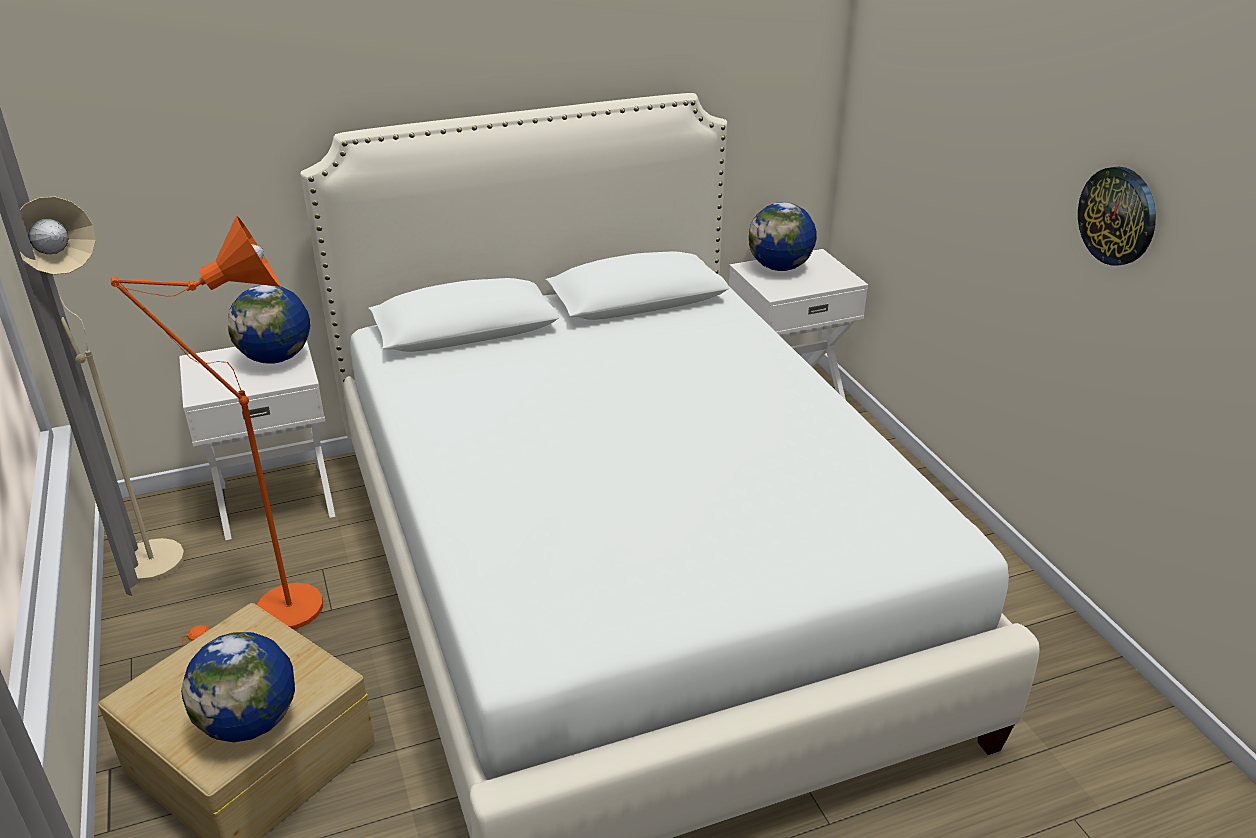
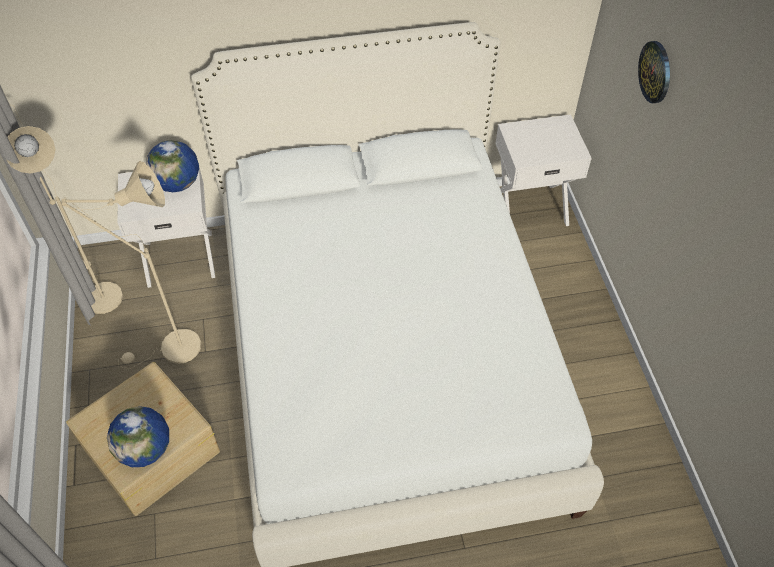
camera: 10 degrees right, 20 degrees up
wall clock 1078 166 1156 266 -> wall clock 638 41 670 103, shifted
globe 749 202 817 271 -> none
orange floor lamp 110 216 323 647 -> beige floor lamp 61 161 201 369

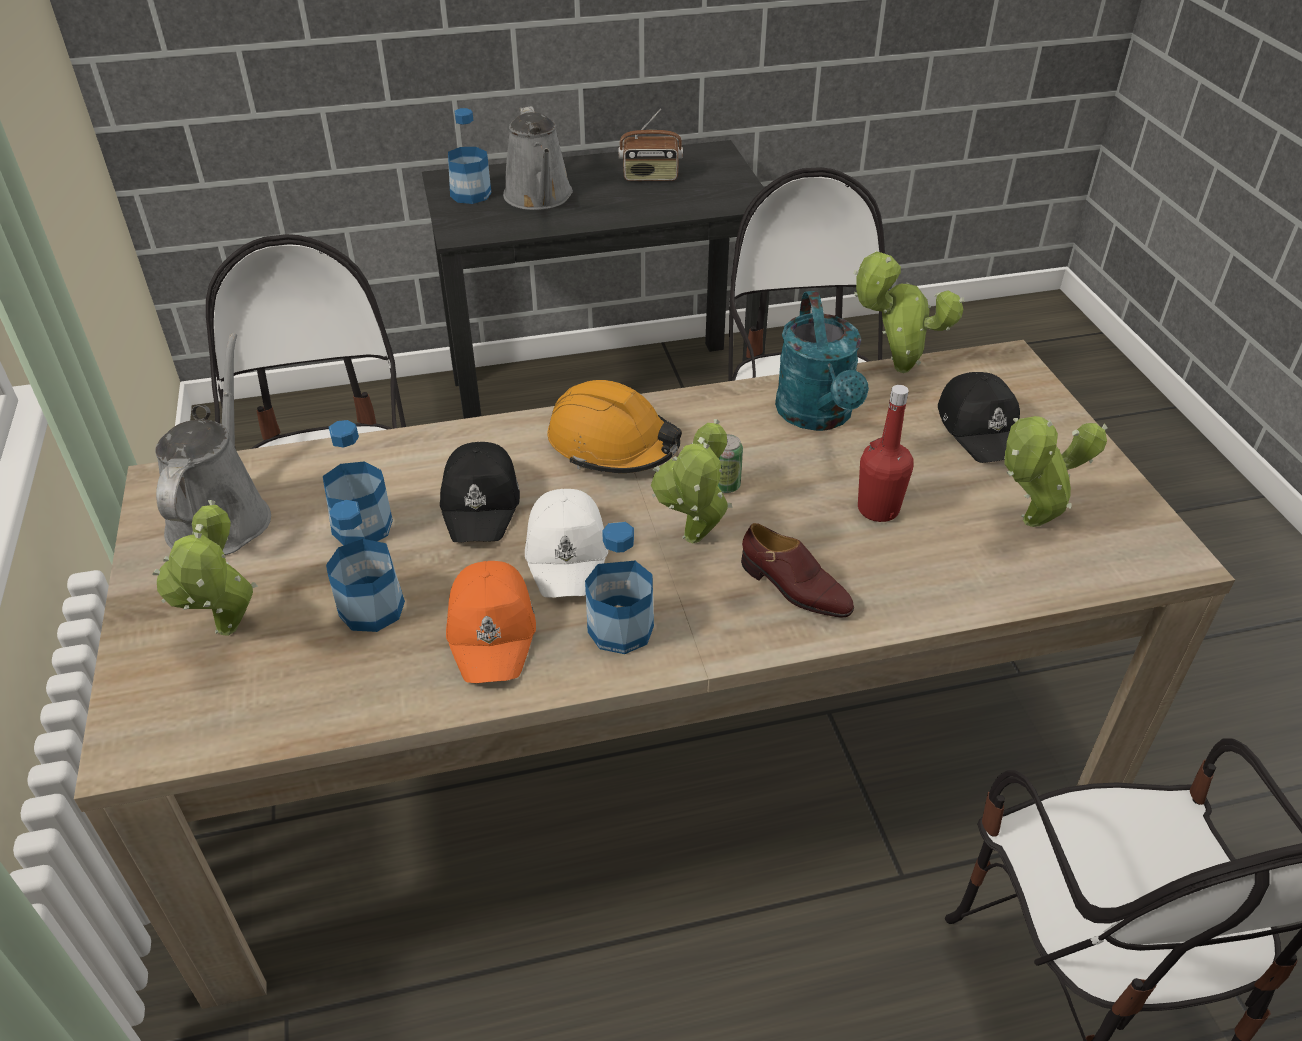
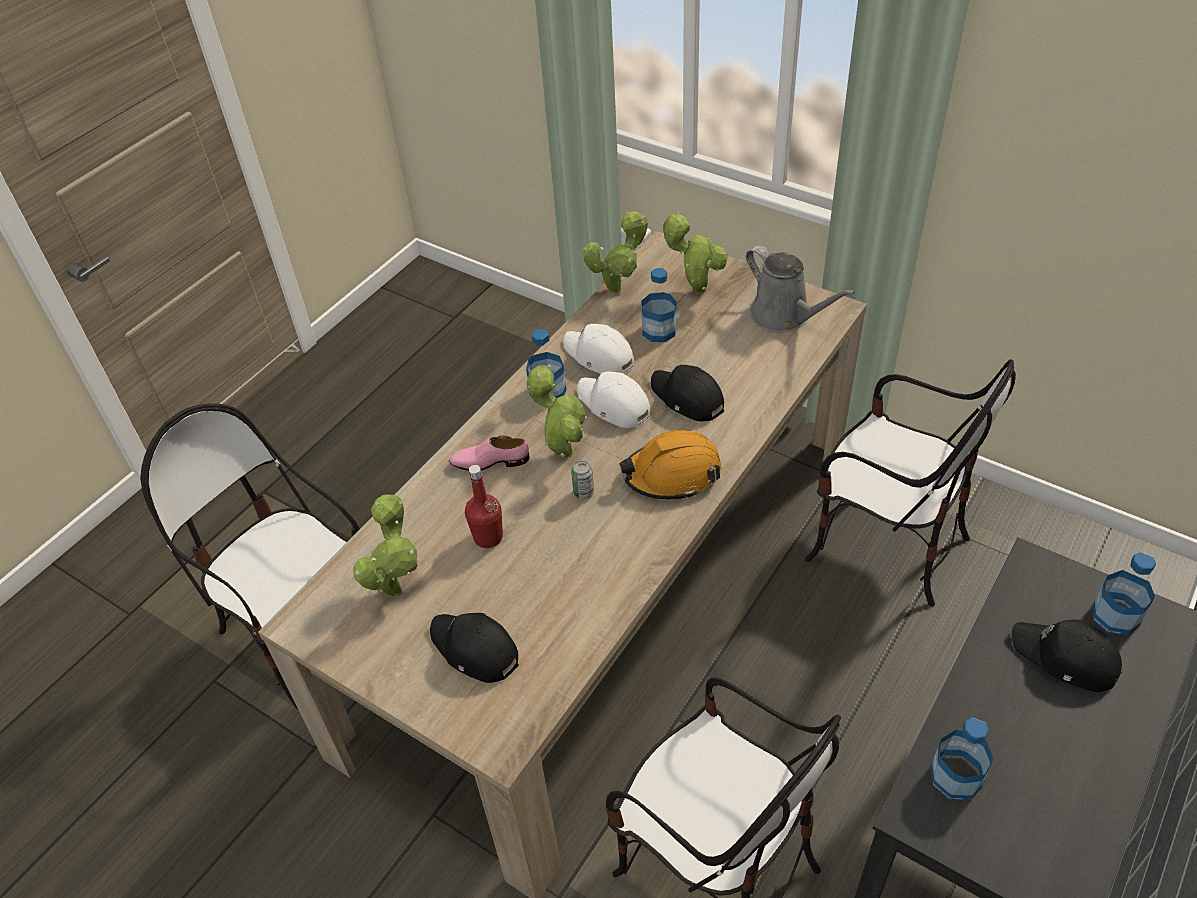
camera: 140 degrees right, 5 degrees up
grey watering can 503 106 573 210 -> black cap 1012 619 1122 692
radio 619 108 683 181 -> none
potted plant 853 251 964 373 -> potted plant 583 212 648 296, shifted
turquoise watering can 775 291 869 431 -> none
bottle 323 420 393 545 -> bottle 930 717 993 800, shifted
brown shoe 741 523 854 617 -> pink shoe 449 435 530 471
orange cap 446 561 536 683 -> white cap 564 324 634 374

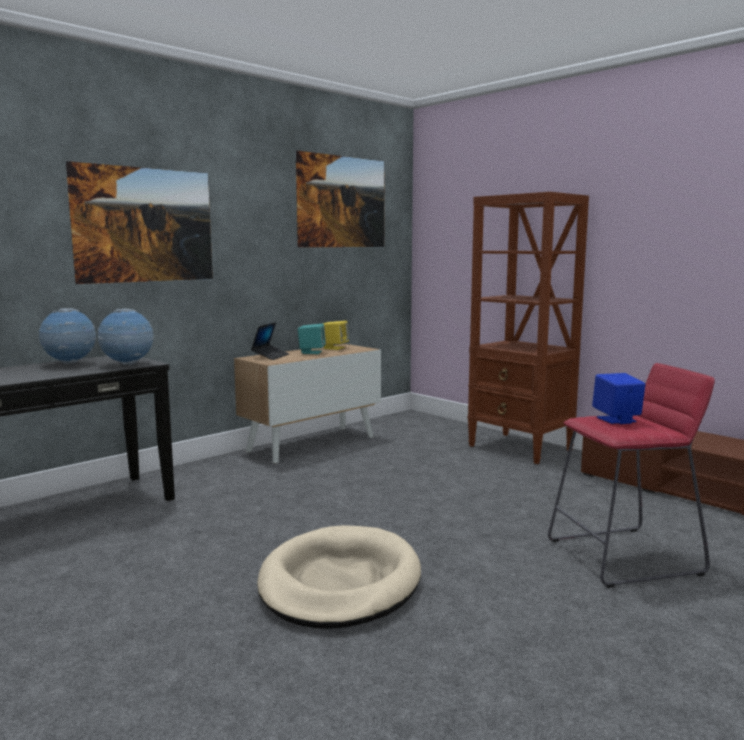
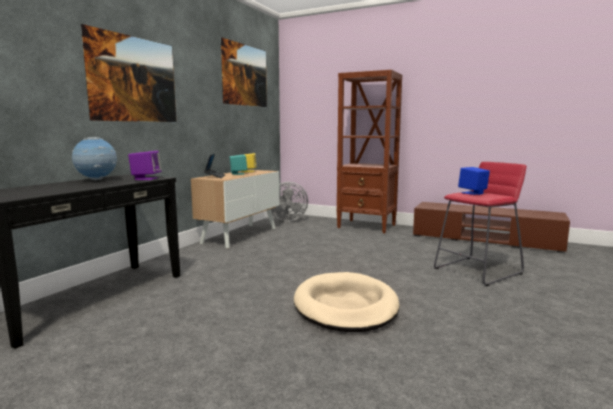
camera: 20 degrees left, 0 degrees up
globe 97 309 153 365 -> purple speaker 128 151 162 180
none -> grey fan 271 182 308 222

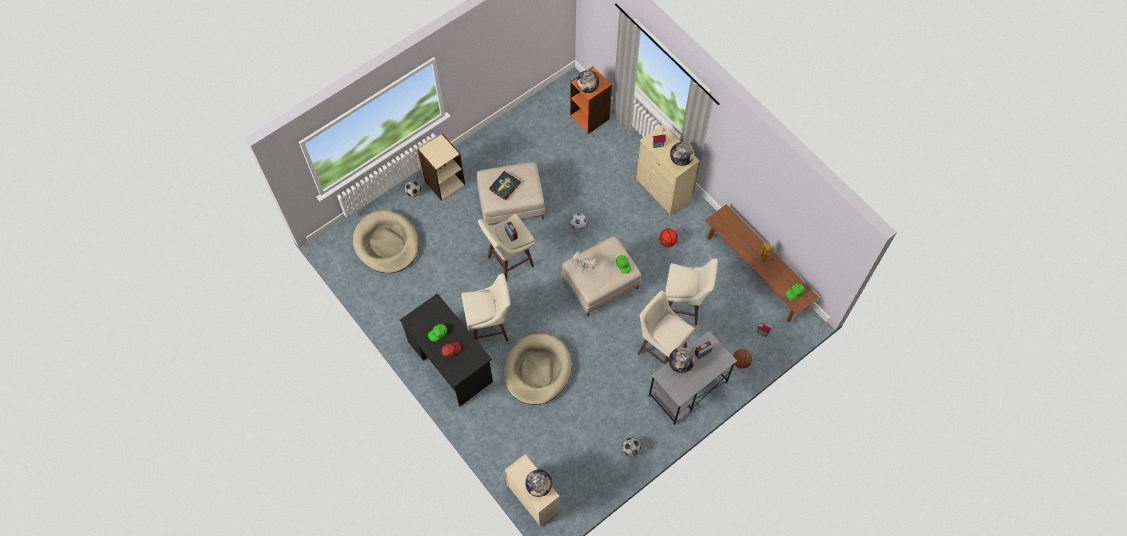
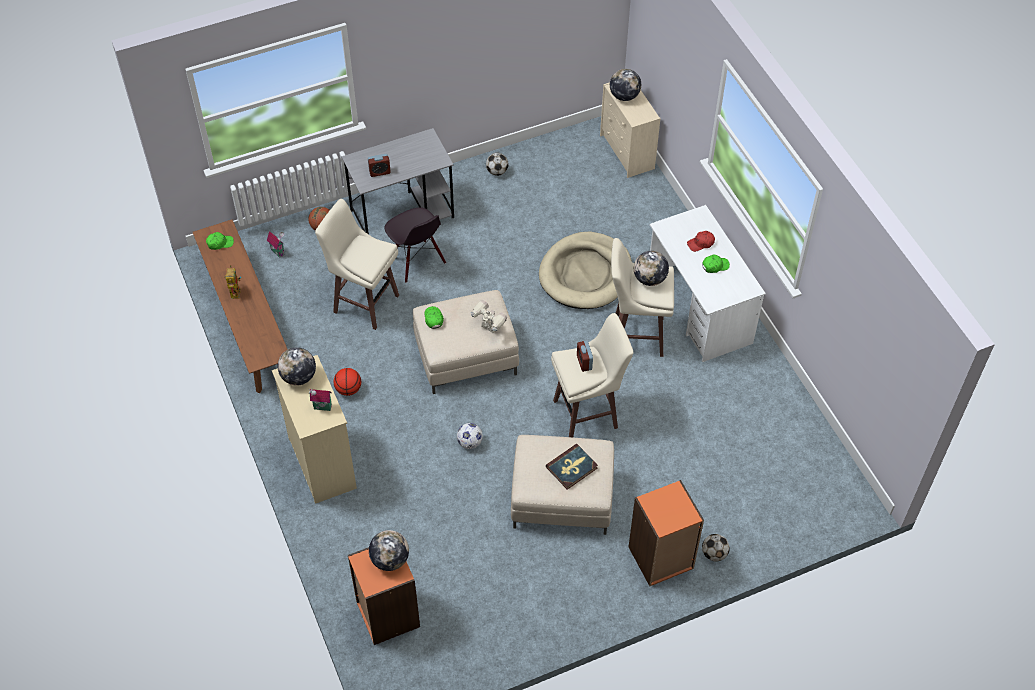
camera: 165 degrees left, 10 degrees down
beige bookcase 418 134 465 201 -> orange bookcase 629 480 704 586
beige dog bed 353 210 419 273 -> none
beige stool 638 290 695 365 -> black chair 385 207 446 283
black desk 400 293 493 406 -> white desk 650 205 766 362
globe 669 347 695 373 -> globe 634 251 669 286, shifted

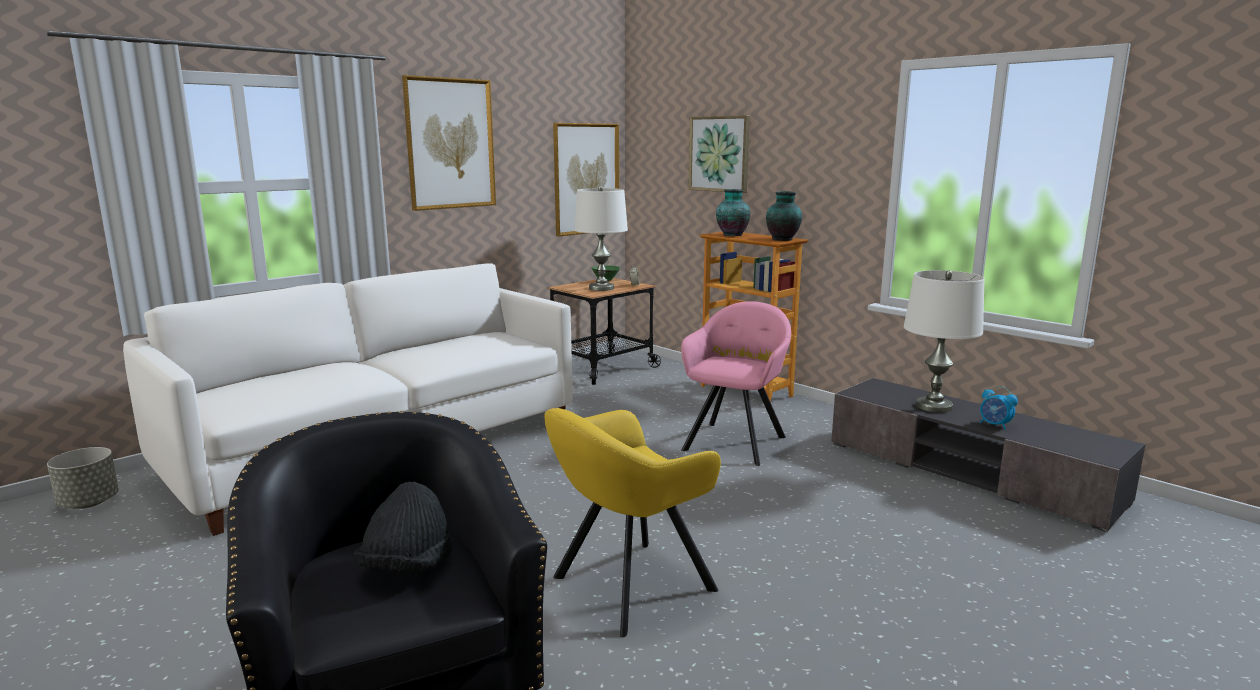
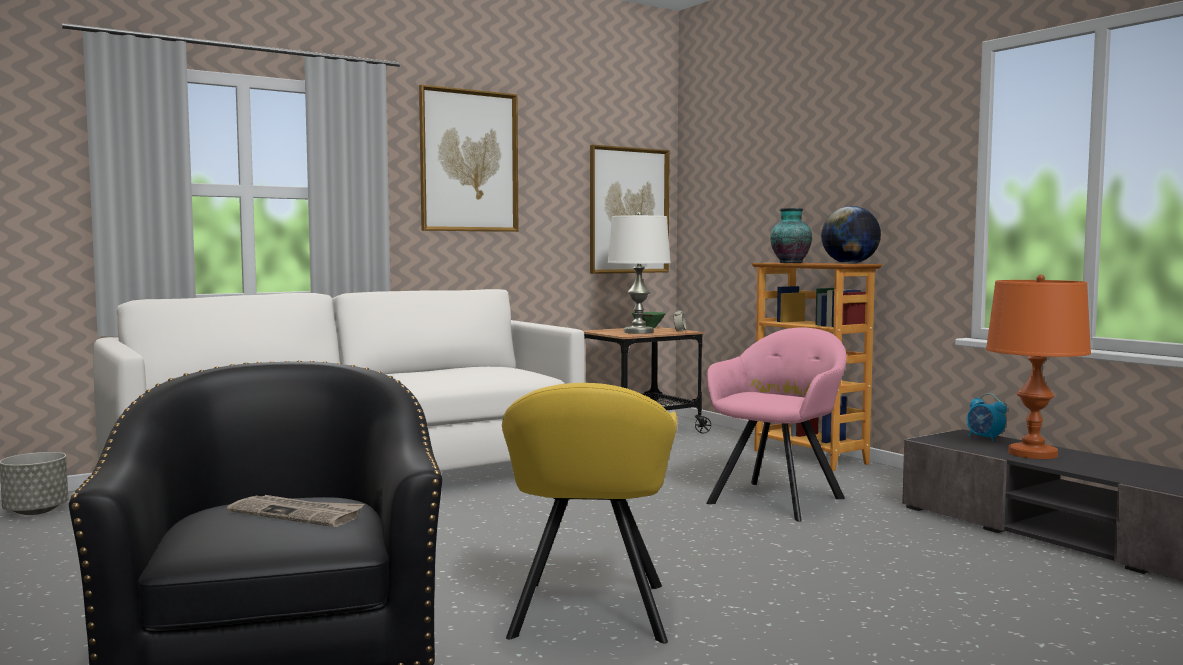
camera: 10 degrees right, 10 degrees down
picture 688 115 750 193 -> none
vase 766 191 802 241 -> globe 821 206 881 264
white table lamp 904 270 985 413 -> orange table lamp 986 275 1091 459
alarm clock 980 386 1018 430 -> alarm clock 967 393 1007 442, shifted
yellow armchair 544 408 721 637 -> yellow armchair 502 383 677 644, 60 degrees counterclockwise
black hat 353 482 452 572 -> newspaper 227 495 365 527

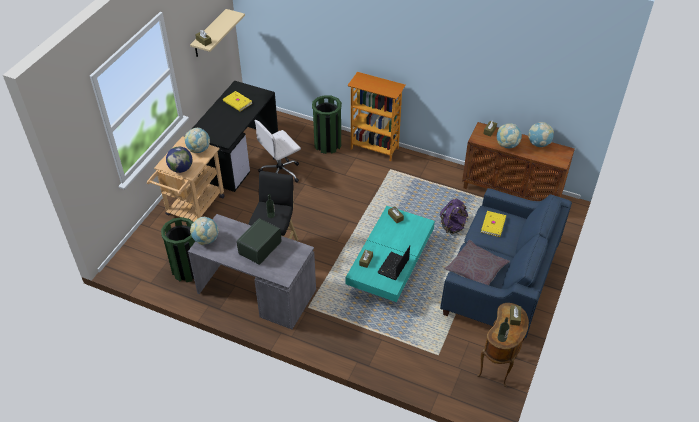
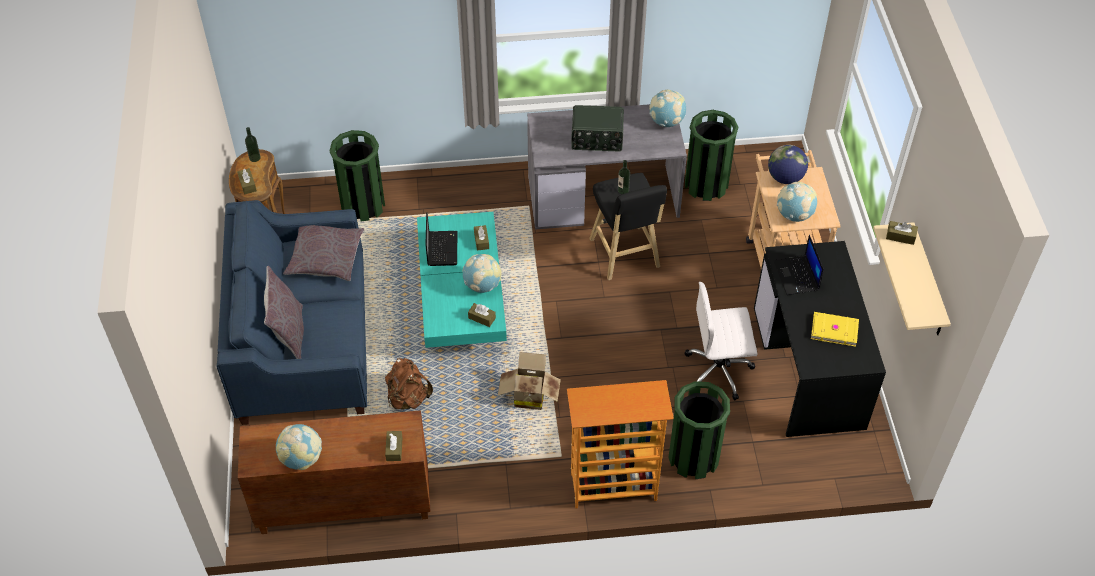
camera: 150 degrees right, 5 degrees up
white office chair 254 120 301 183 -> white office chair 684 282 758 400, 120 degrees counterclockwise
globe 497 123 522 148 -> globe 463 254 502 293, shifted
purple backpack 440 199 468 235 -> brown backpack 385 358 433 410
yellow book 481 211 506 237 -> none
radio 237 218 282 265 -> radio 571 105 624 152, 90 degrees clockwise
none -> green trash can 330 130 385 221
none -> laptop 774 235 824 295
none -> grey pillow 264 266 304 359
none -> cardboard box 498 352 561 410

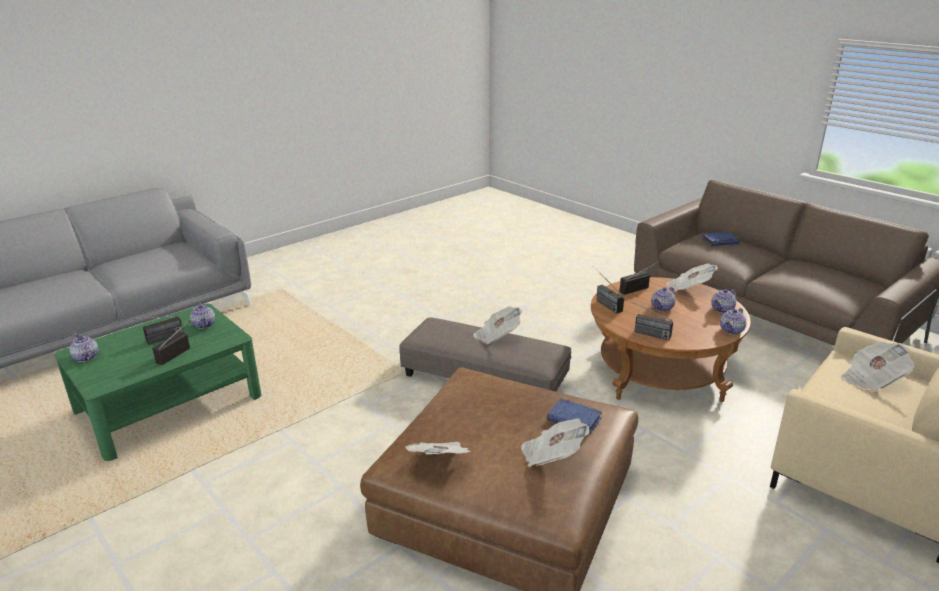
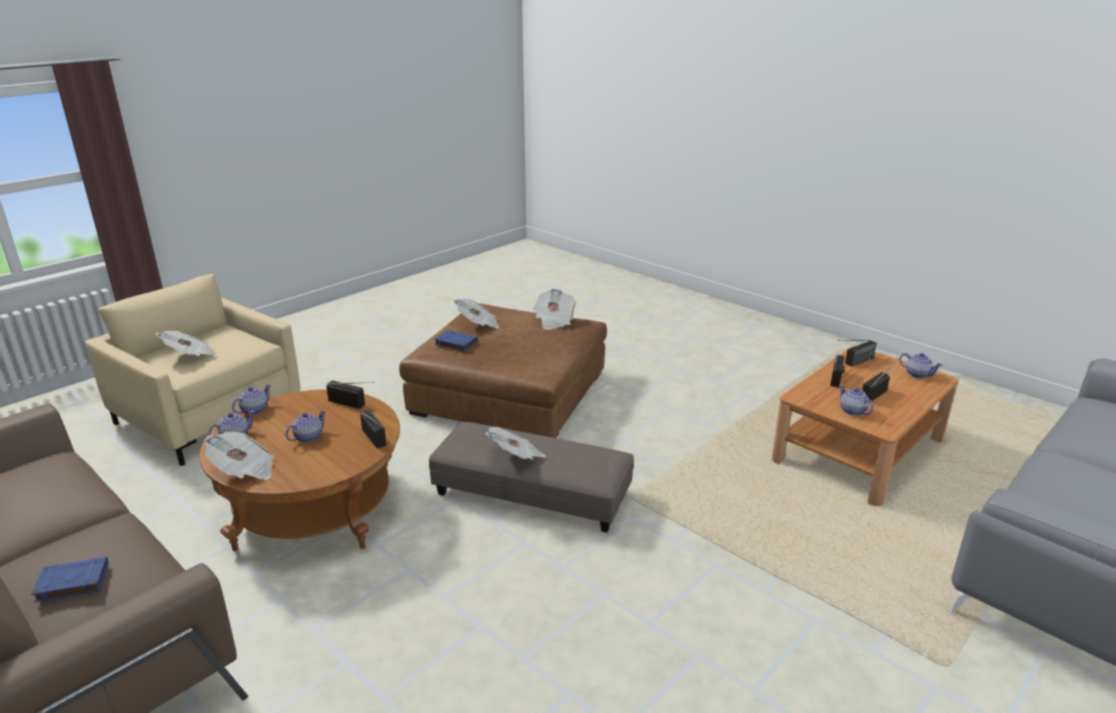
camera: 175 degrees right, 0 degrees up
radio 619 260 662 295 -> radio 838 340 877 367, shifted
green coffee table 54 304 261 461 -> brown coffee table 772 346 959 506

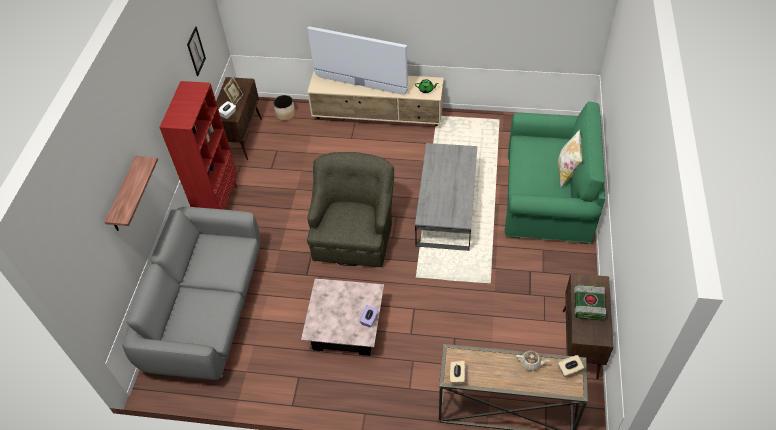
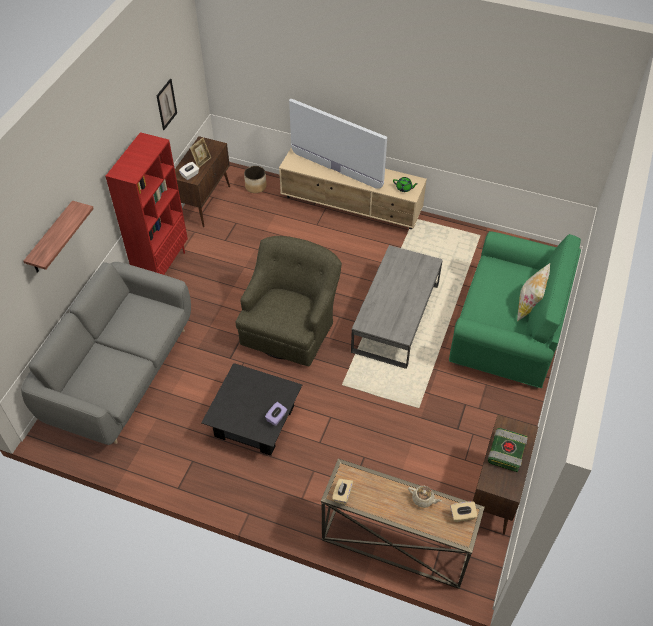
camera: 10 degrees right, 0 degrees up
pink coffee table 301 278 384 356 -> black coffee table 201 363 302 456

